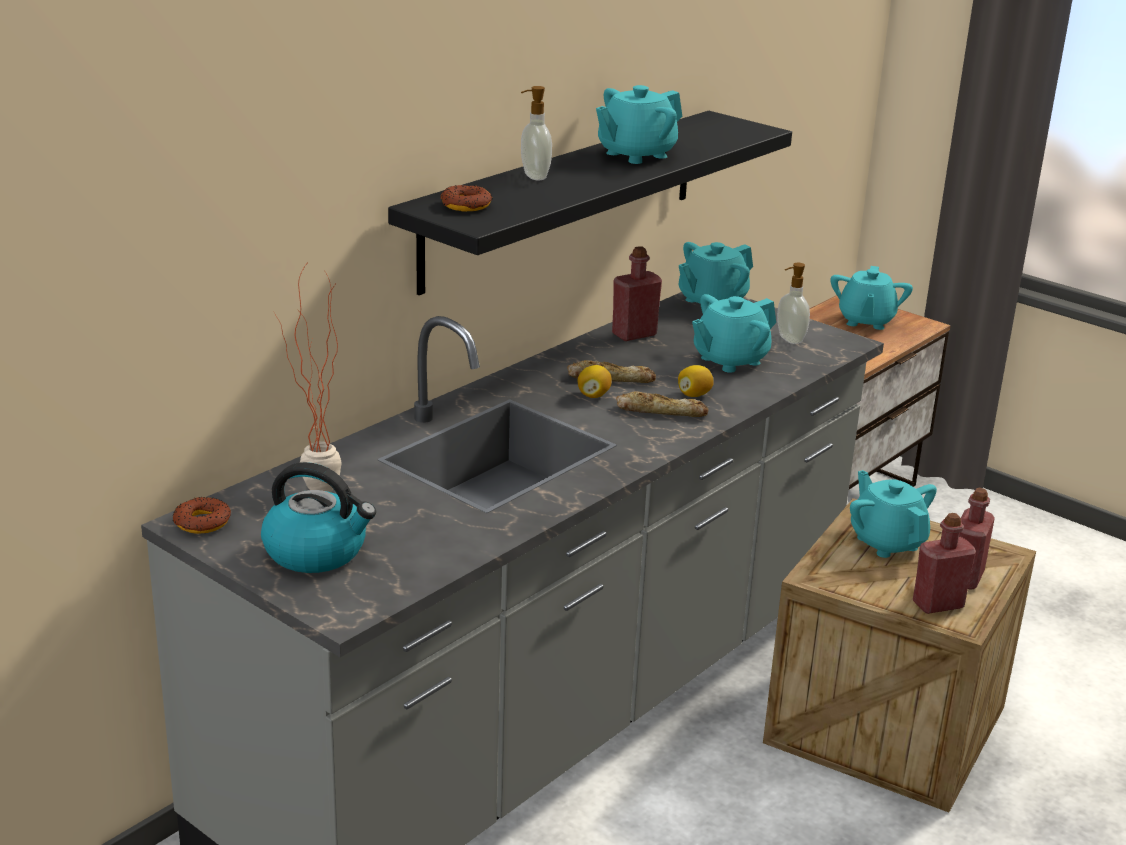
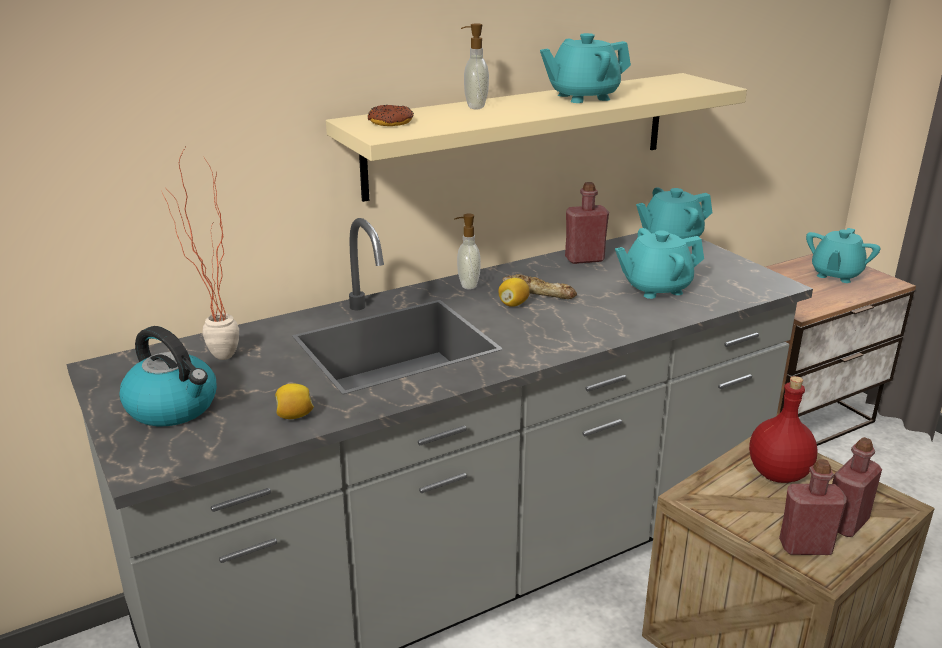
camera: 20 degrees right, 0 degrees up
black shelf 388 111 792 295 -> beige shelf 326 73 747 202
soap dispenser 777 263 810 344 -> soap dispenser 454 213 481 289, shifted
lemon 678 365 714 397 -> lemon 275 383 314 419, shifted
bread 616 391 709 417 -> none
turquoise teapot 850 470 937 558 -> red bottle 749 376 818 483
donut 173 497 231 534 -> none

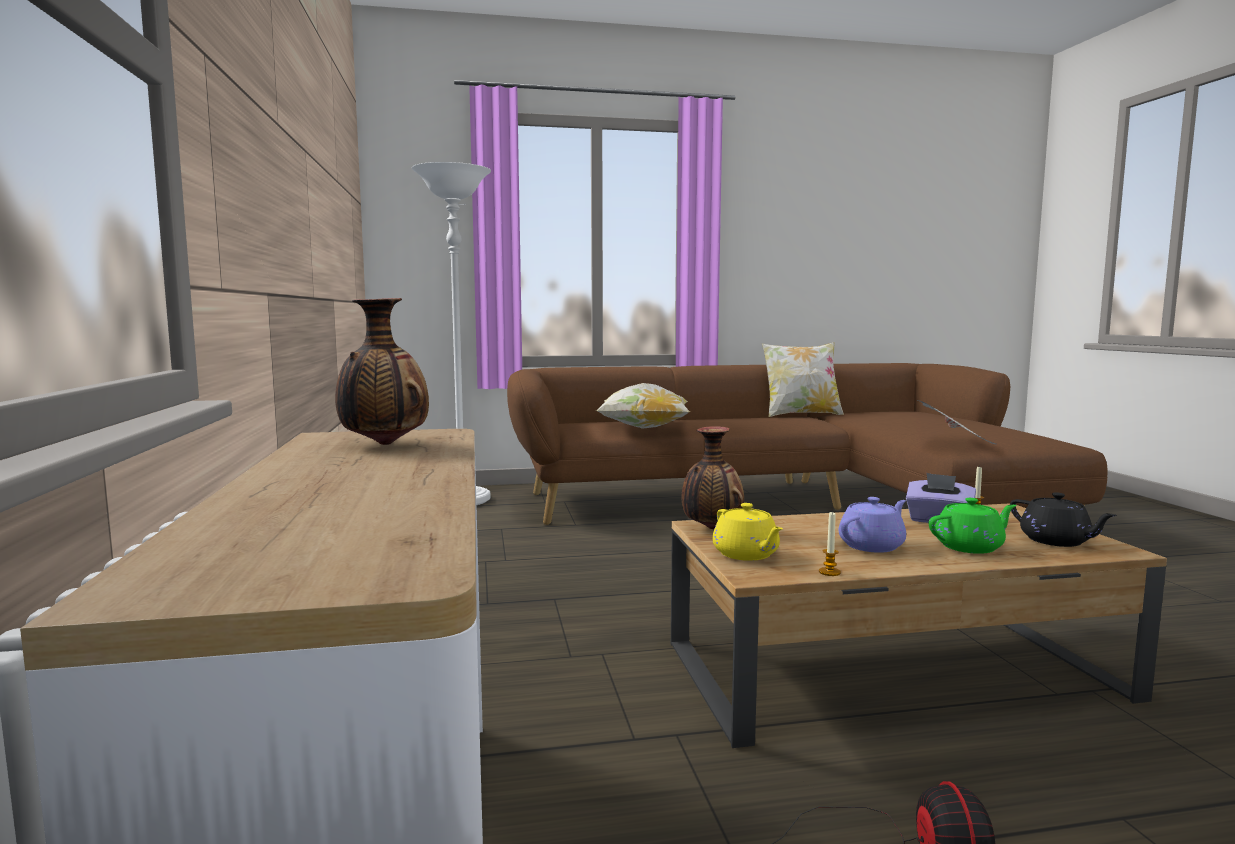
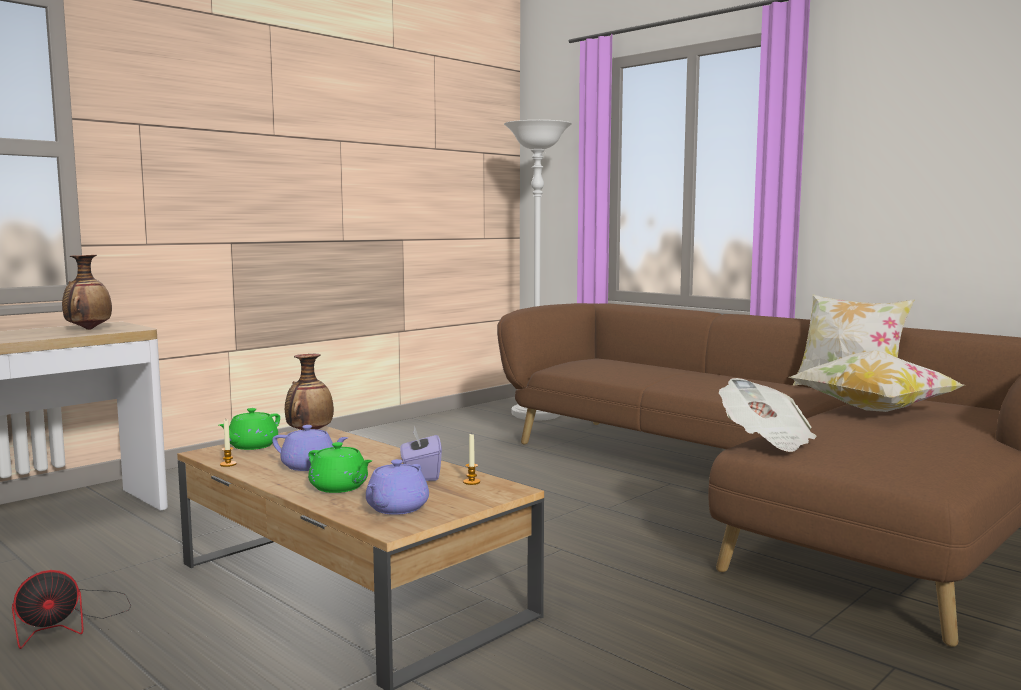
camera: 55 degrees right, 0 degrees up
pillow 596 383 690 429 -> pillow 790 351 964 412, shifted
black teapot 1010 492 1117 547 -> purple teapot 366 459 429 515
yellow teapot 712 503 783 561 -> green teapot 219 408 280 450

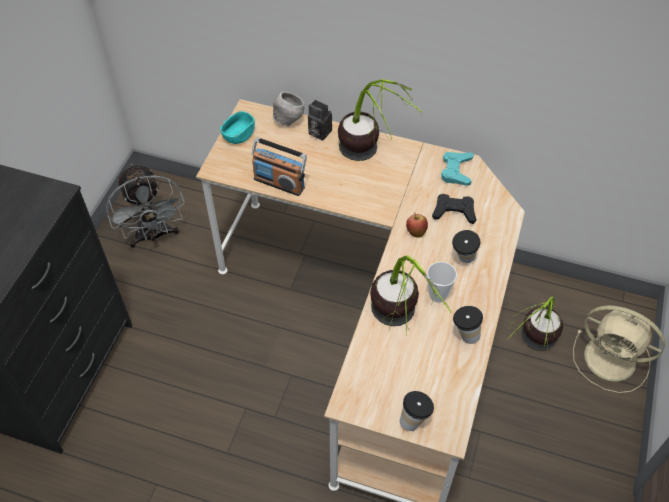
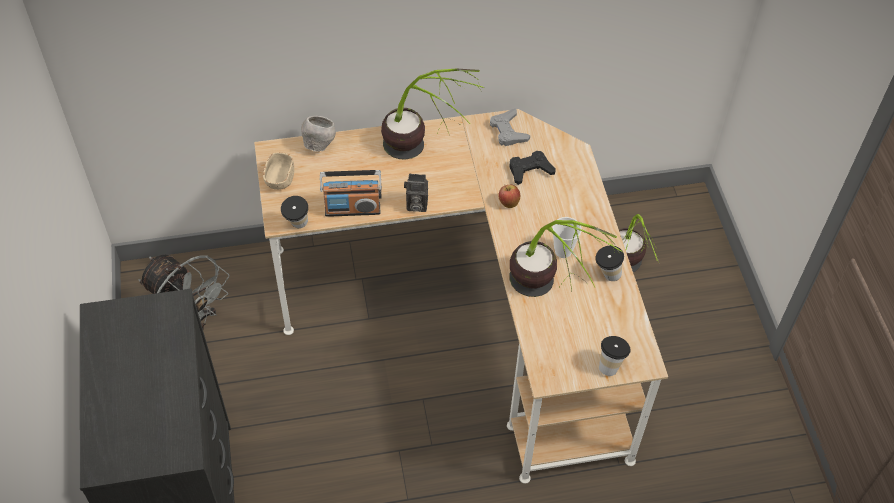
camera: 30 degrees left, 0 degrees up
photo camera 308 100 332 141 -> photo camera 404 173 428 212, shifted
turquoise bowl 220 111 255 144 -> beige bowl 263 152 294 190
turquoise game controller 441 152 474 186 -> grey game controller 490 109 530 146
cup 452 230 480 263 -> cup 281 196 308 228, shifted
beige fan 573 305 665 393 -> none

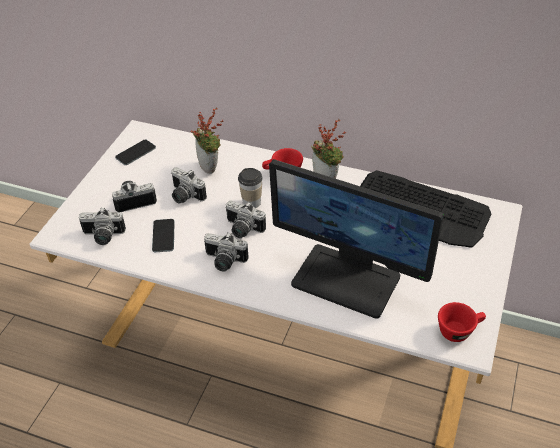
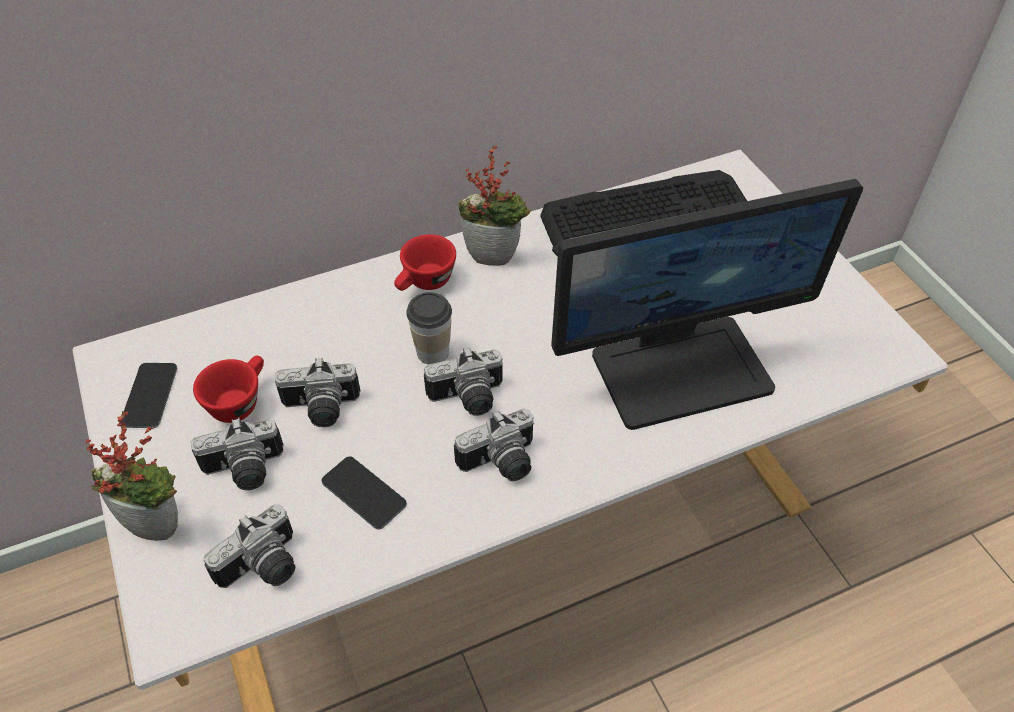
camera: 45 degrees left, 5 degrees up
potted plant 190 107 224 174 -> potted plant 85 411 178 541, shifted
photo camera 112 181 157 212 -> photo camera 191 418 284 490, 135 degrees counterclockwise
red cup 438 302 486 342 -> red cup 193 355 264 423, shifted

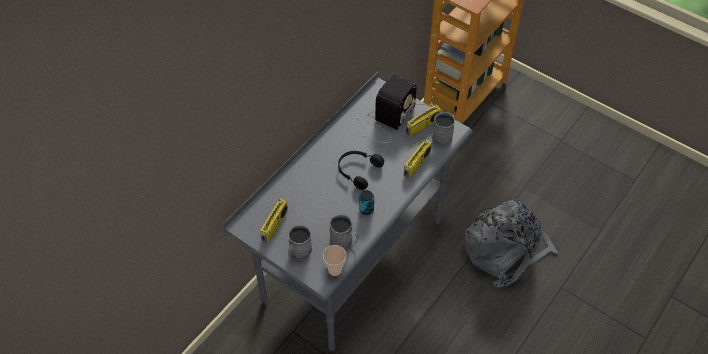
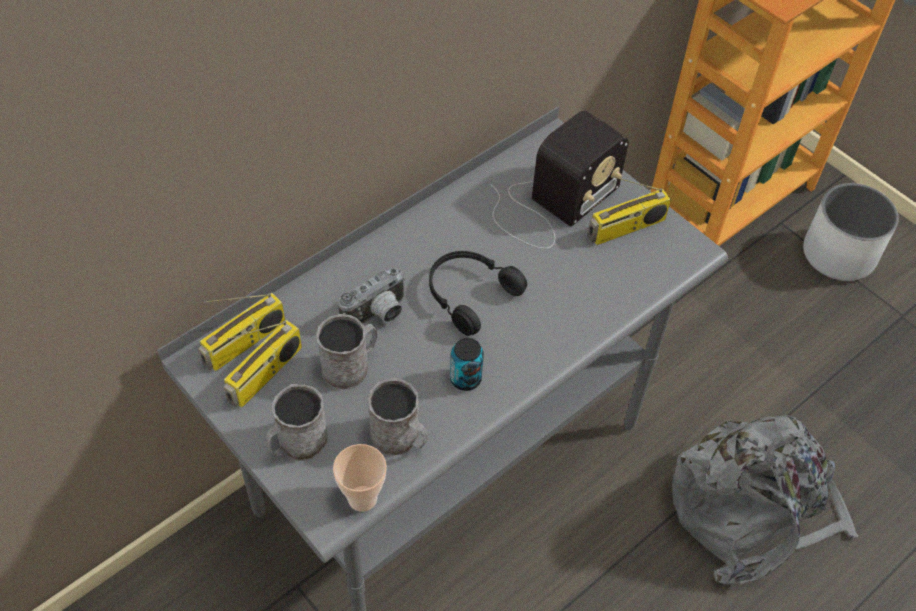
camera: 10 degrees right, 0 degrees up
grey mug 432 112 455 145 -> grey mug 317 314 377 389, shifted
radio 404 139 432 178 -> radio 198 293 285 371, shifted
none -> white planter 803 183 899 281
none -> photo camera 338 268 406 324

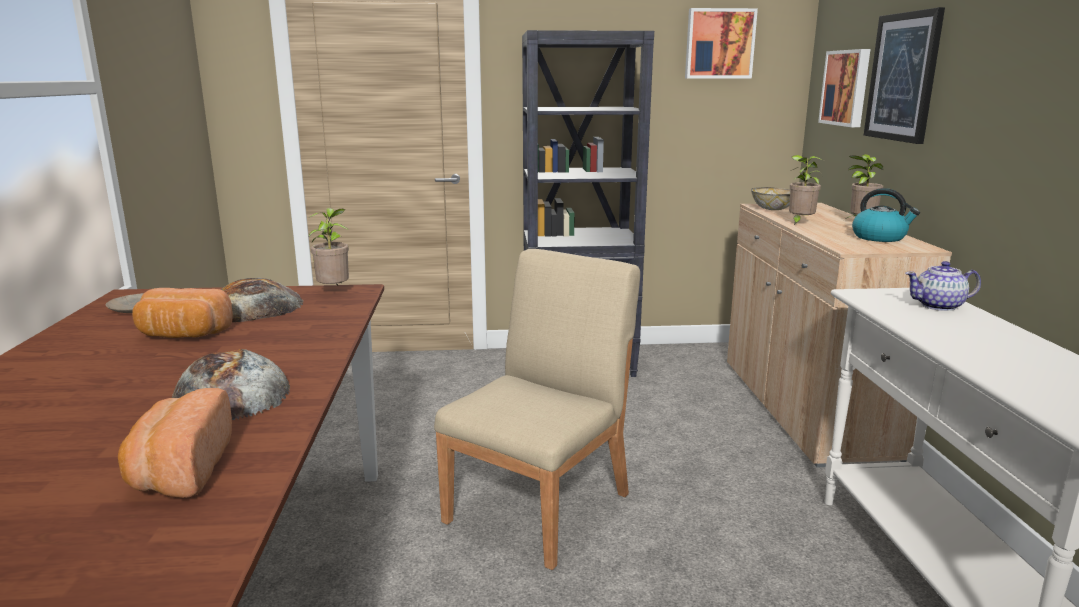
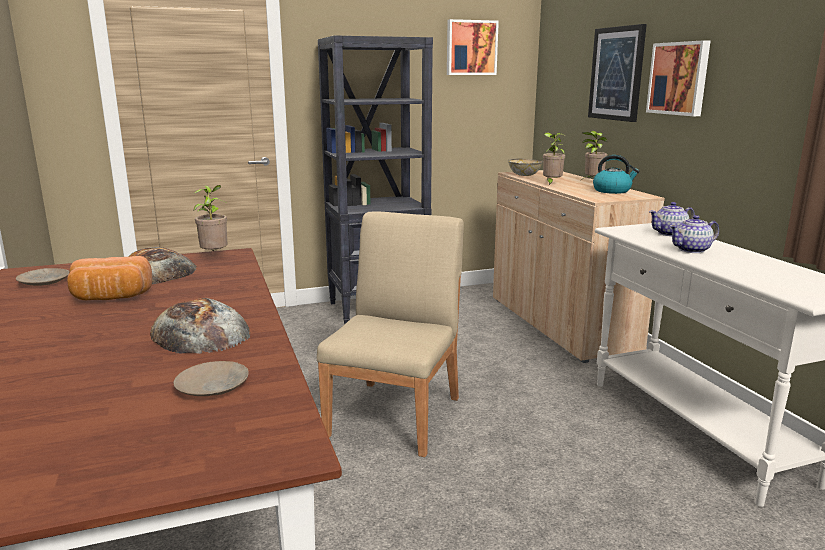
camera: 15 degrees left, 0 degrees up
picture 818 49 870 127 -> picture 646 40 711 116, shifted
bread 118 388 232 498 -> beige plate 174 361 249 396
none -> teapot 669 215 719 253

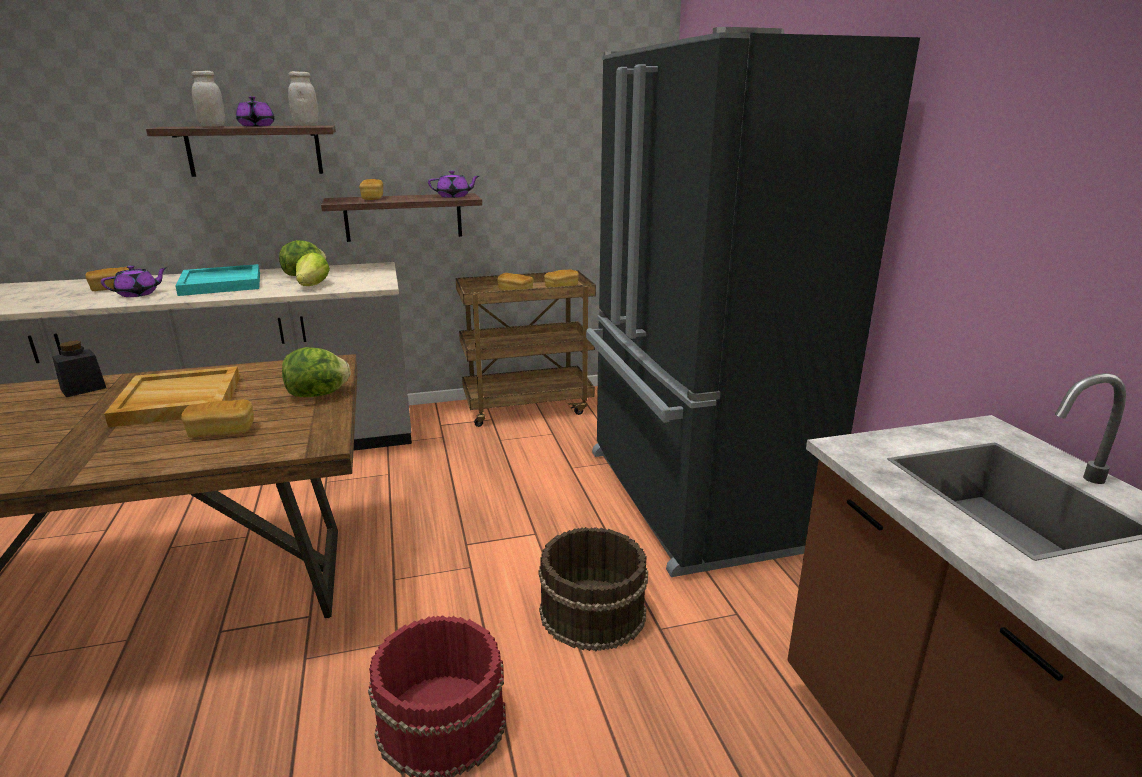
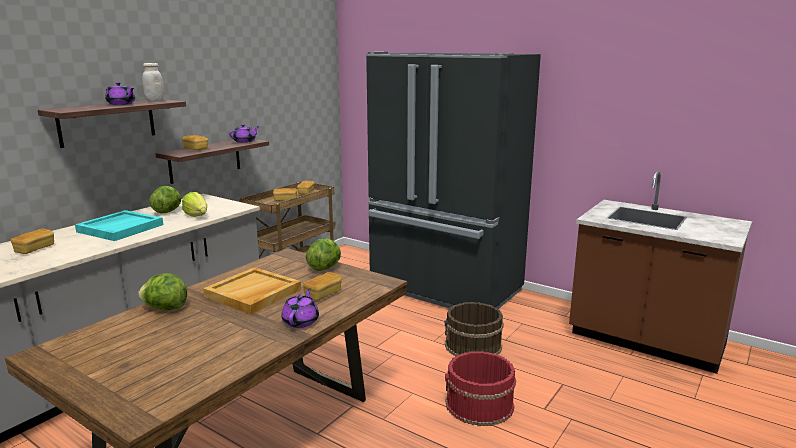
camera: 40 degrees left, 5 degrees down
white jar 191 71 225 127 -> none
purple teapot 101 265 168 297 -> purple teapot 281 289 319 328, shifted
black jar 52 341 106 397 -> lettuce 138 273 187 310

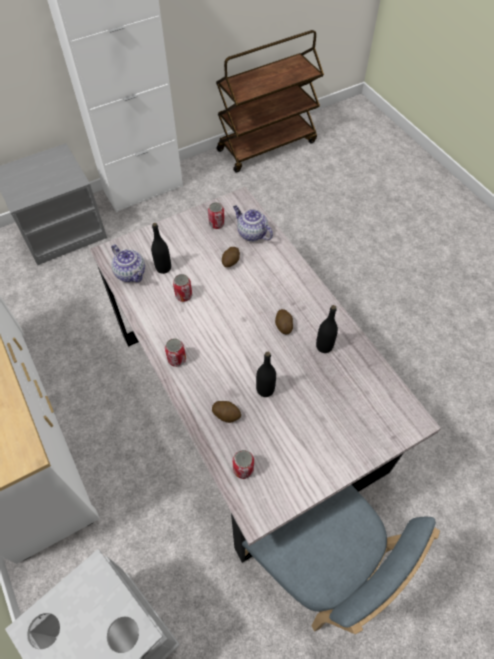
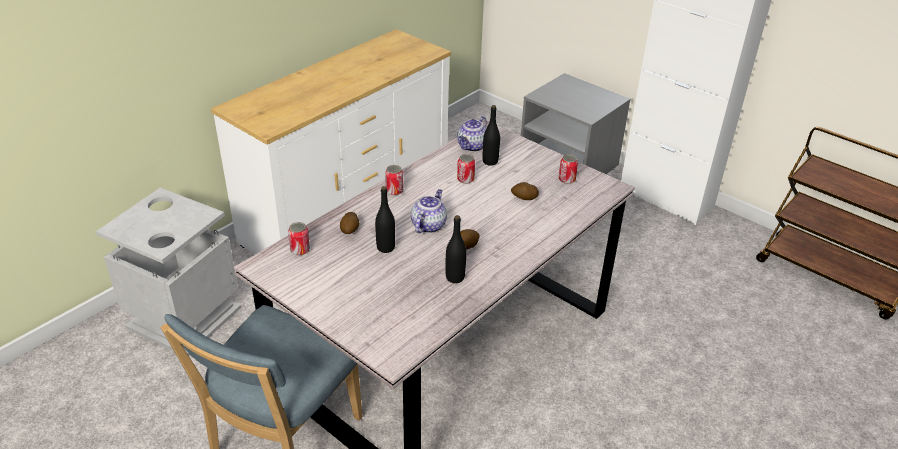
camera: 70 degrees right, 20 degrees down
teapot 233 205 273 242 -> teapot 411 189 447 233, shifted

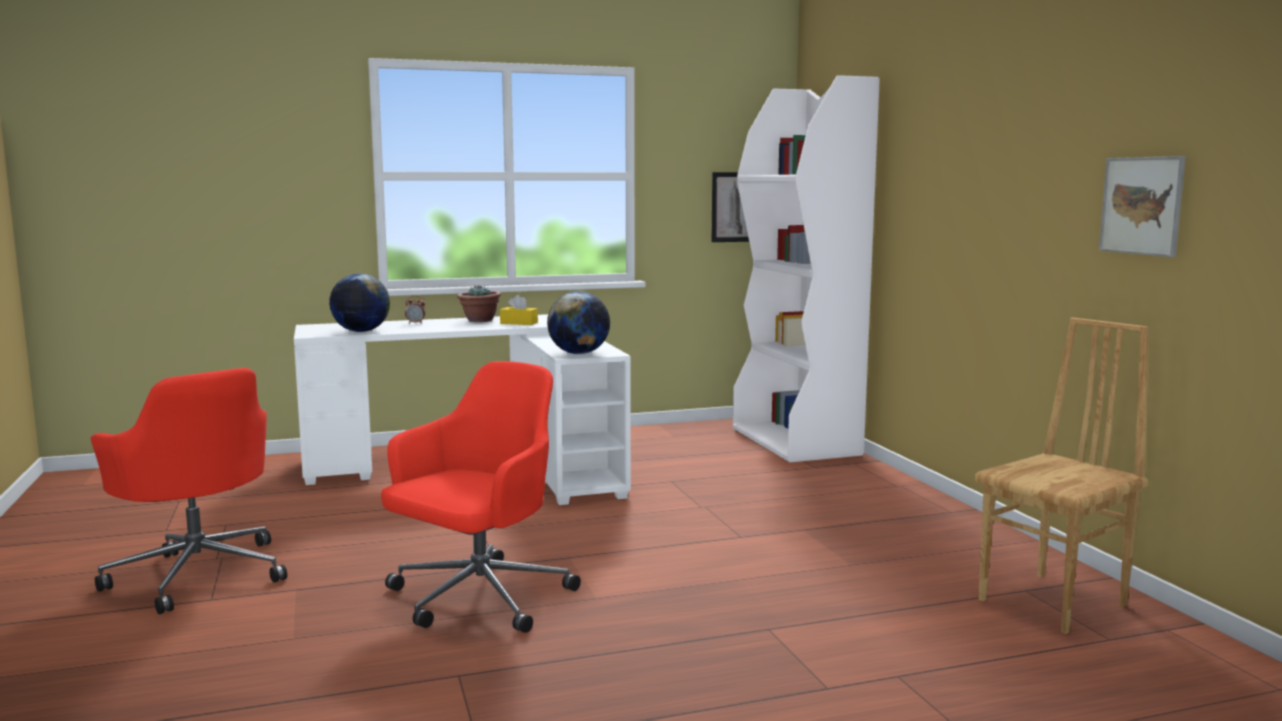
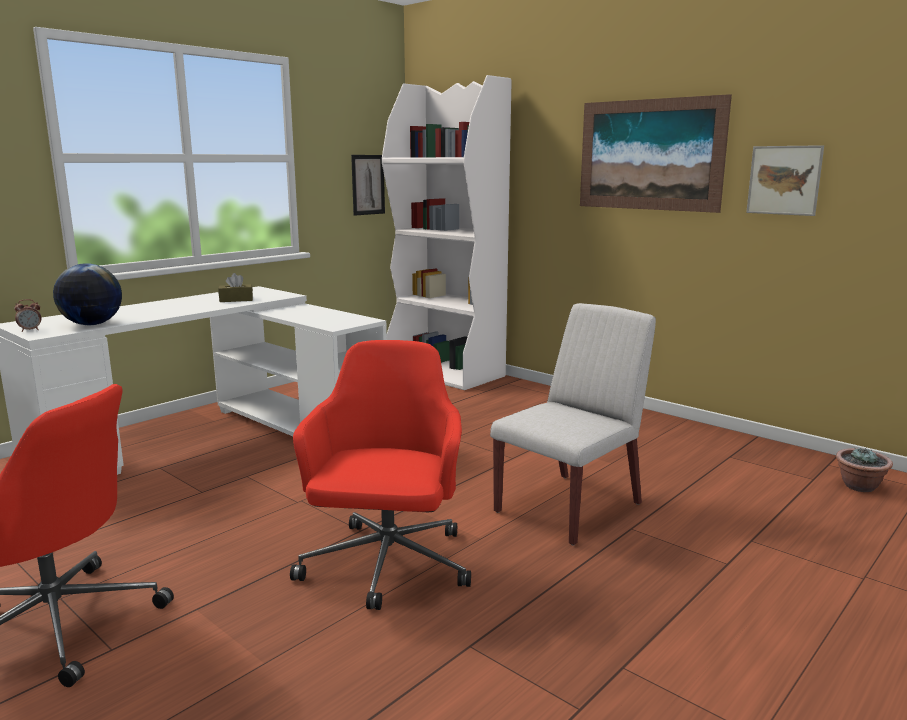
camera: 30 degrees left, 5 degrees up
potted plant 457 285 501 322 -> potted plant 836 448 893 492, shifted
globe 547 291 610 354 -> none
yellow tissue box 500 295 538 325 -> brown tissue box 218 273 253 302
alarm clock 405 296 426 323 -> alarm clock 14 299 41 332, shifted
brown chair 975 318 1149 634 -> none
none -> picture 580 94 732 213
none -> white chair 490 303 656 546

